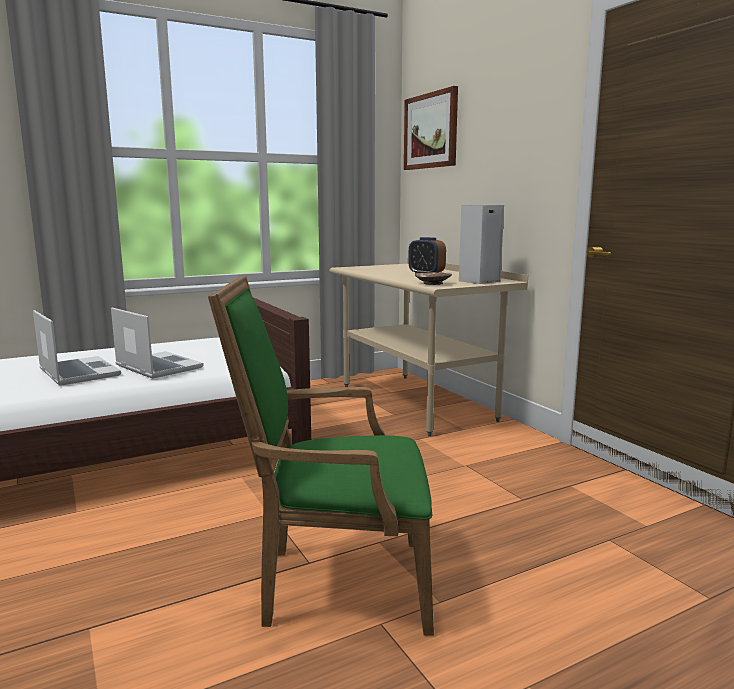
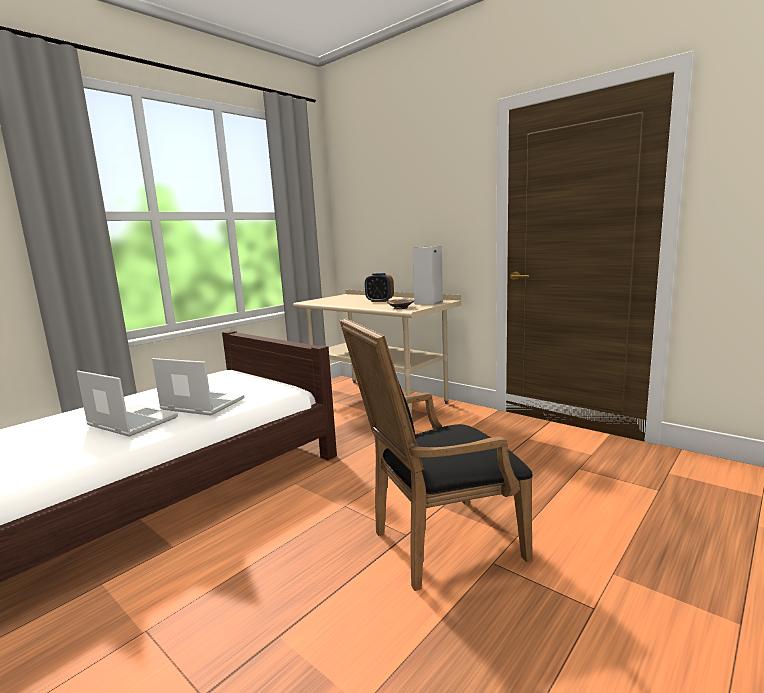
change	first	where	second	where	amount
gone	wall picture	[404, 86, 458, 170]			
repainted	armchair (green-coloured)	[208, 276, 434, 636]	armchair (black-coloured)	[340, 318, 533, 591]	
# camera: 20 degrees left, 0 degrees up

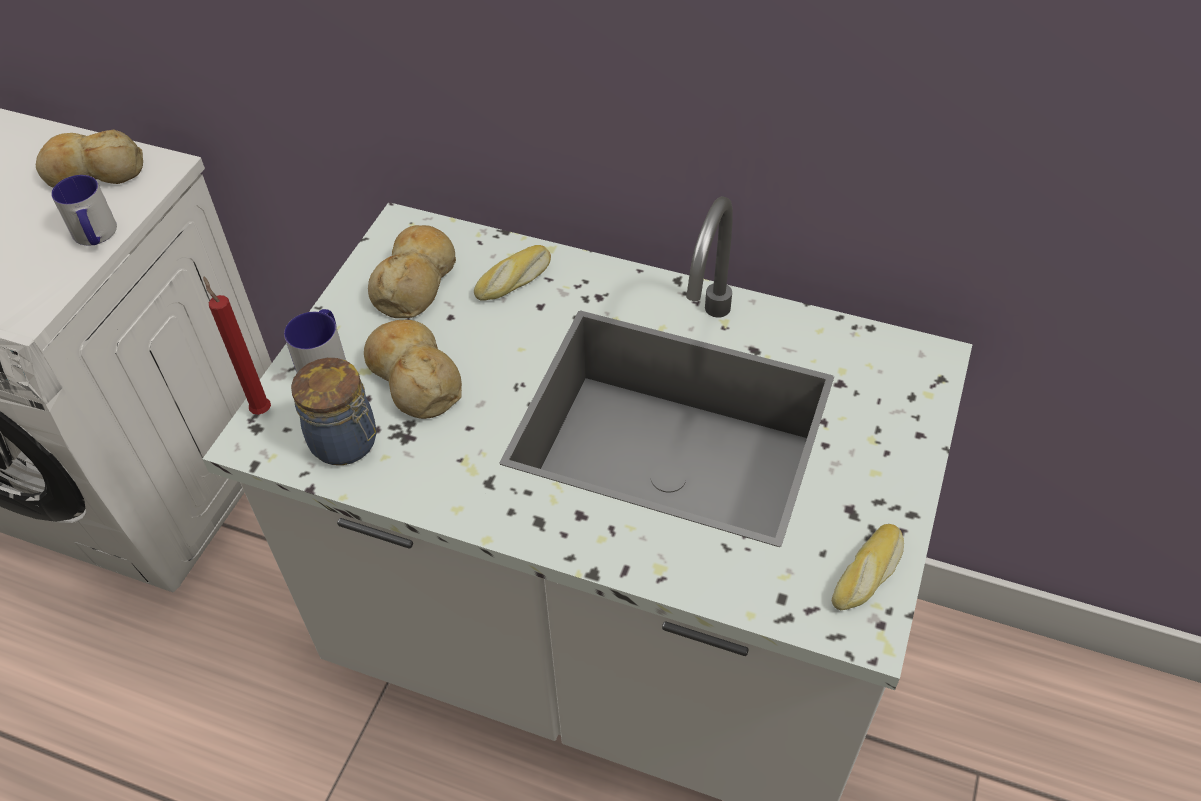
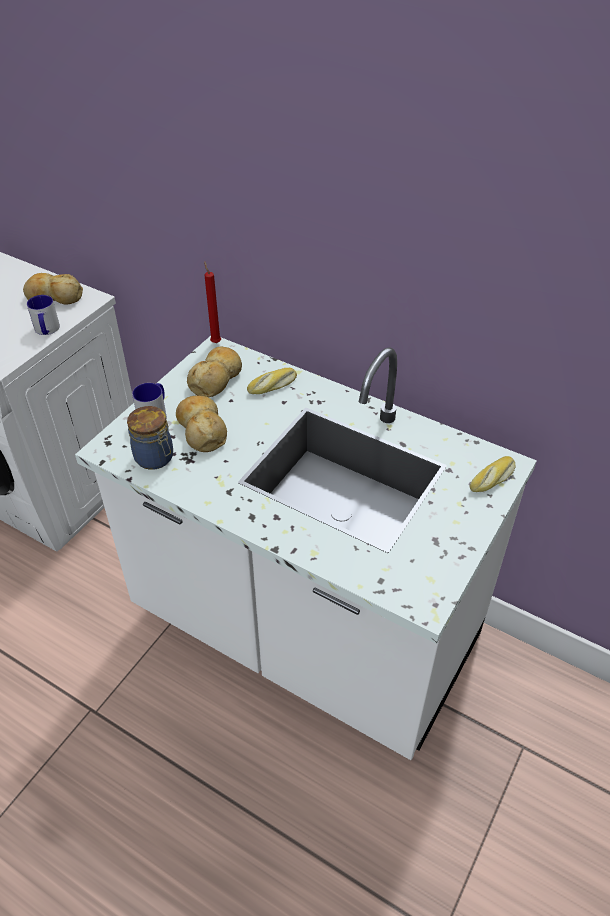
change	first	where	second	where	amount
shifted	wax light (reddish)	[203, 276, 271, 415]		[204, 261, 221, 343]	
shifted	bread	[832, 524, 904, 611]		[469, 456, 515, 492]	
# camera: 10 degrees right, 5 degrees down

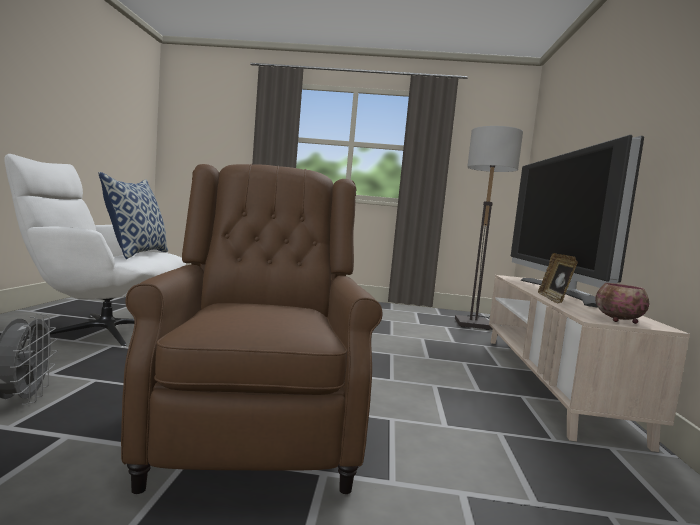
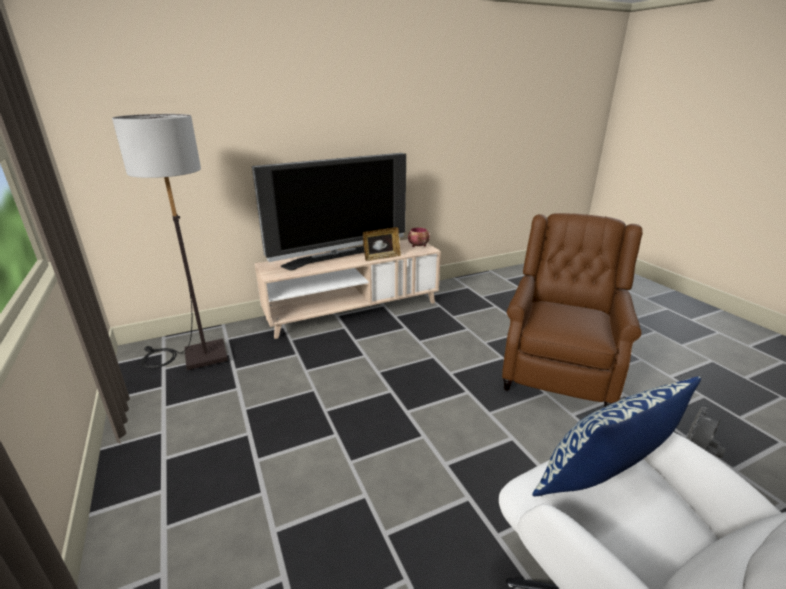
change	first	where	second	where	amount
rotated	armchair (brown-coloured)	[121, 164, 382, 494]		[502, 213, 643, 407]	150 degrees clockwise
# camera: 120 degrees left, 20 degrees up

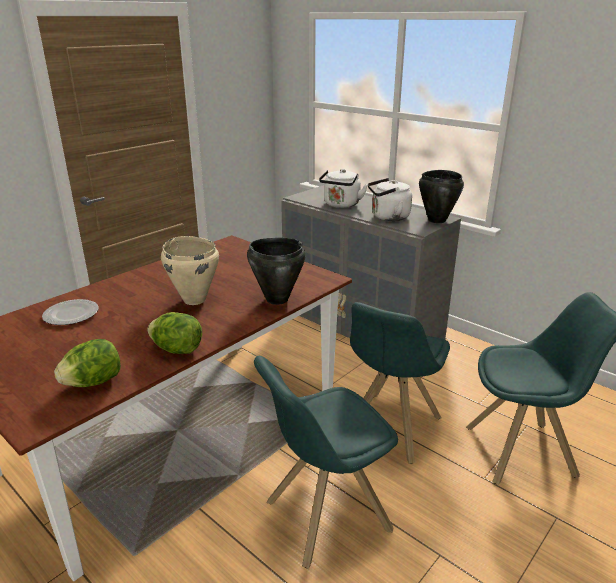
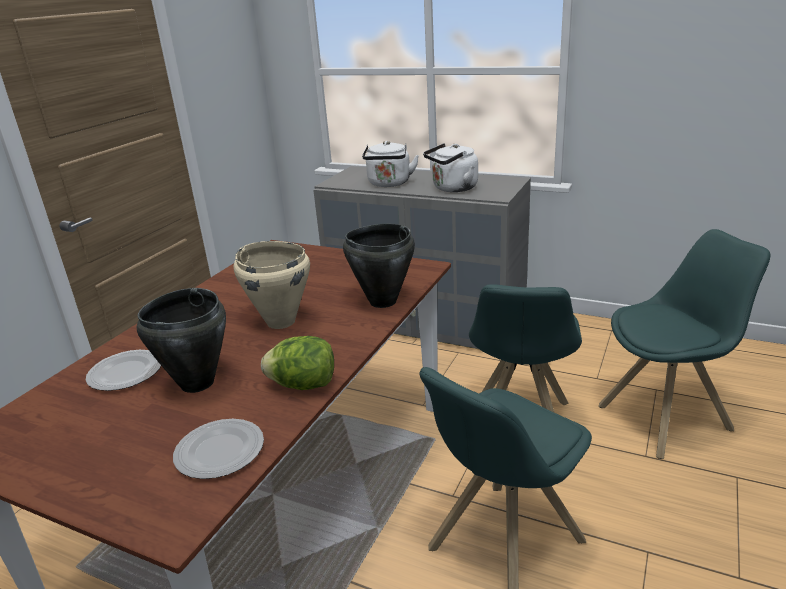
change	first	where	second	where	amount
shifted	stockpot (black-coloured)	[419, 170, 464, 223]		[137, 288, 226, 393]	
swapped	head of lettuce	[54, 339, 121, 387]	plate	[173, 419, 264, 479]	
# camera: 15 degrees left, 0 degrees up

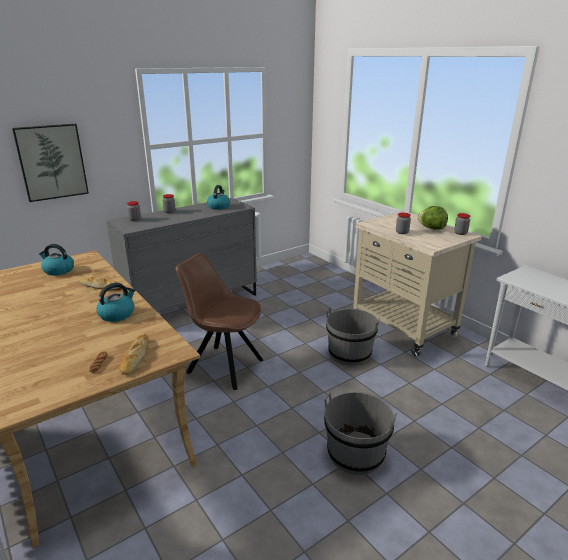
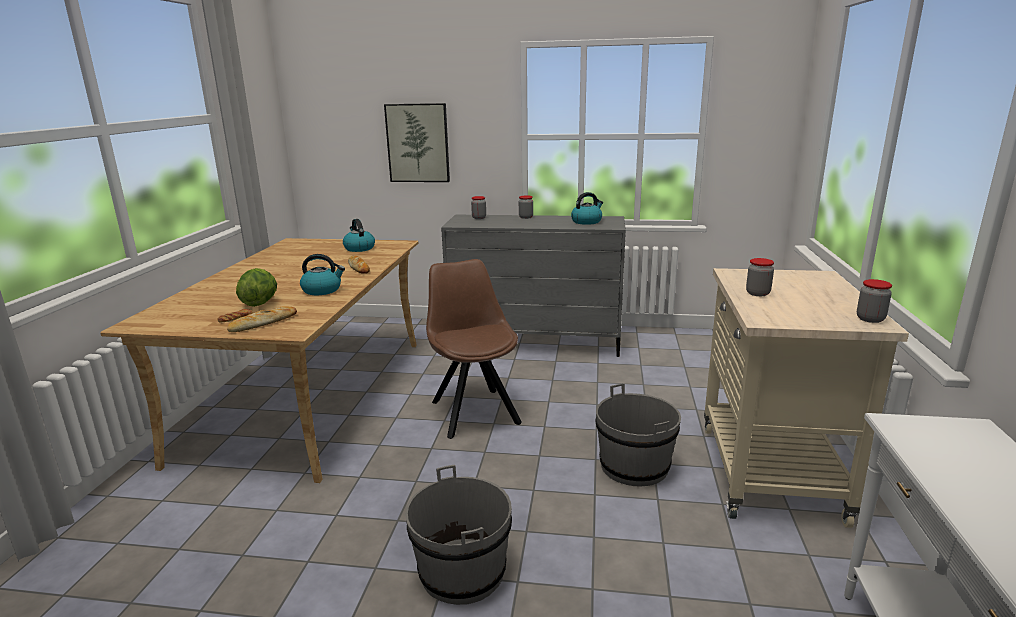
change	first	where	second	where	amount
shifted	head of lettuce	[417, 206, 448, 230]		[236, 268, 277, 307]	
# camera: 45 degrees right, 5 degrees down

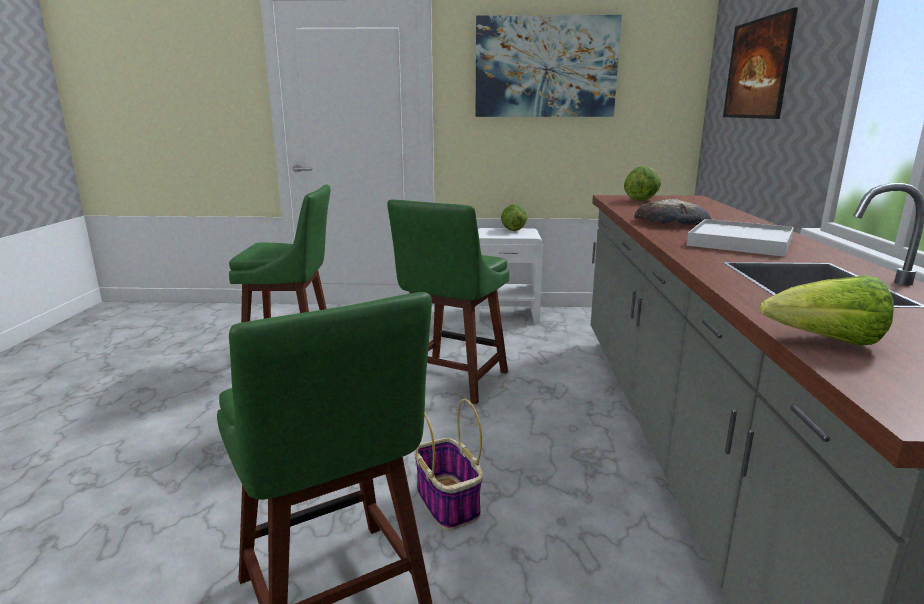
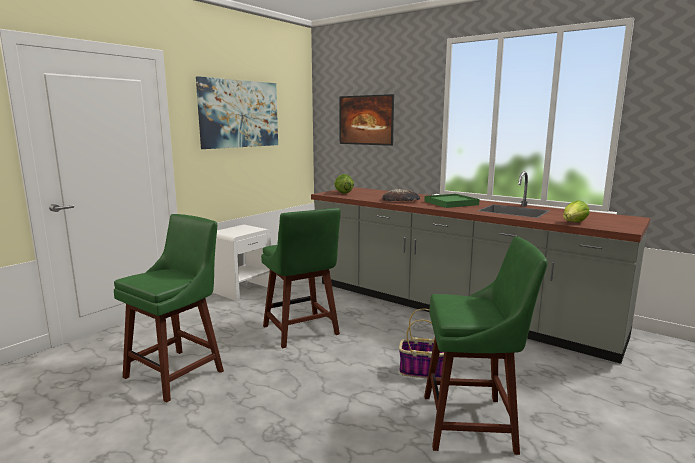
change	first	where	second	where	amount
gone	head of lettuce	[501, 204, 527, 231]			
repainted	serving tray (whitish)	[687, 219, 794, 257]	serving tray (green-coloured)	[424, 194, 479, 208]	
# camera: 55 degrees left, 5 degrees down

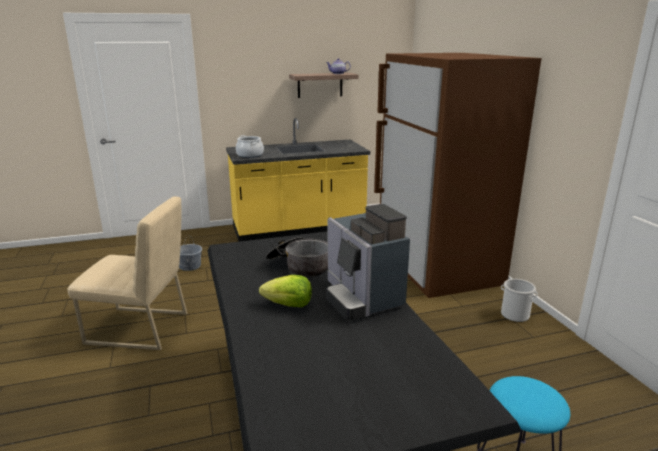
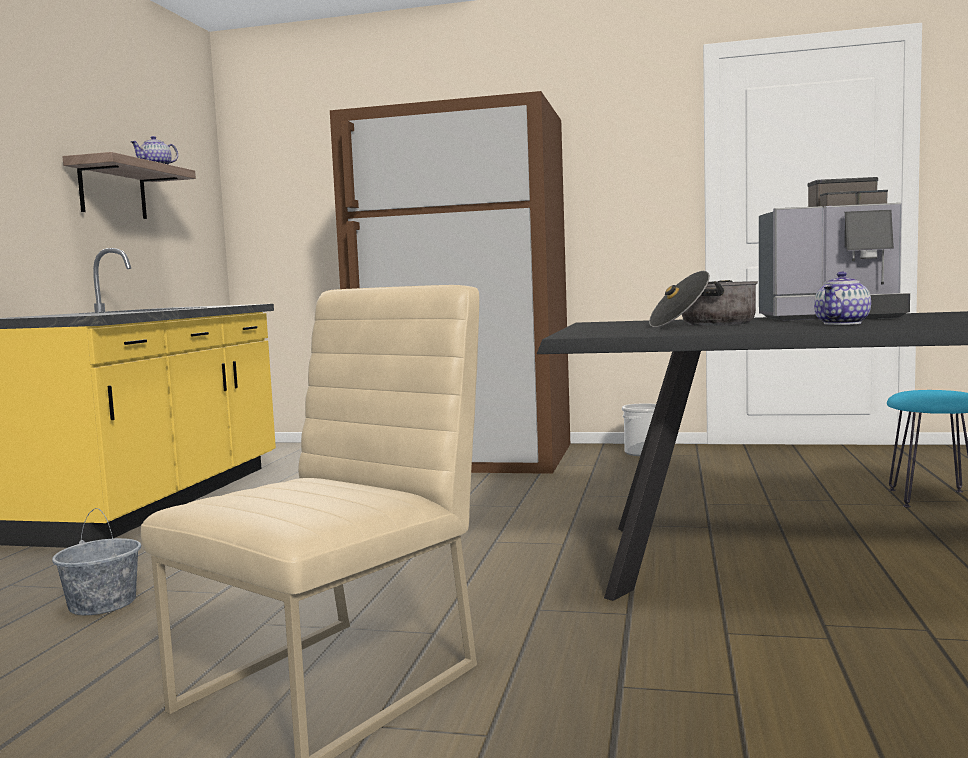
change	first	where	second	where	amount
gone	stockpot	[236, 135, 264, 158]			
swapped	head of lettuce	[259, 275, 312, 307]	teapot	[814, 272, 871, 325]	
# camera: 60 degrees left, 15 degrees down

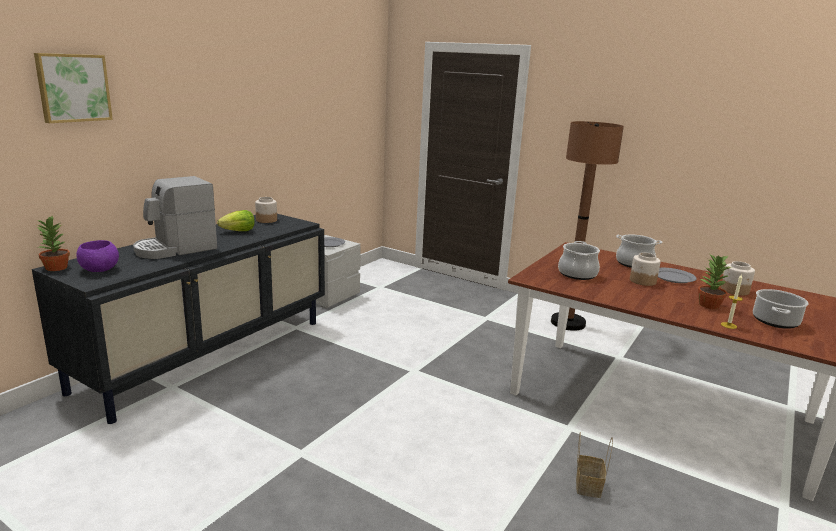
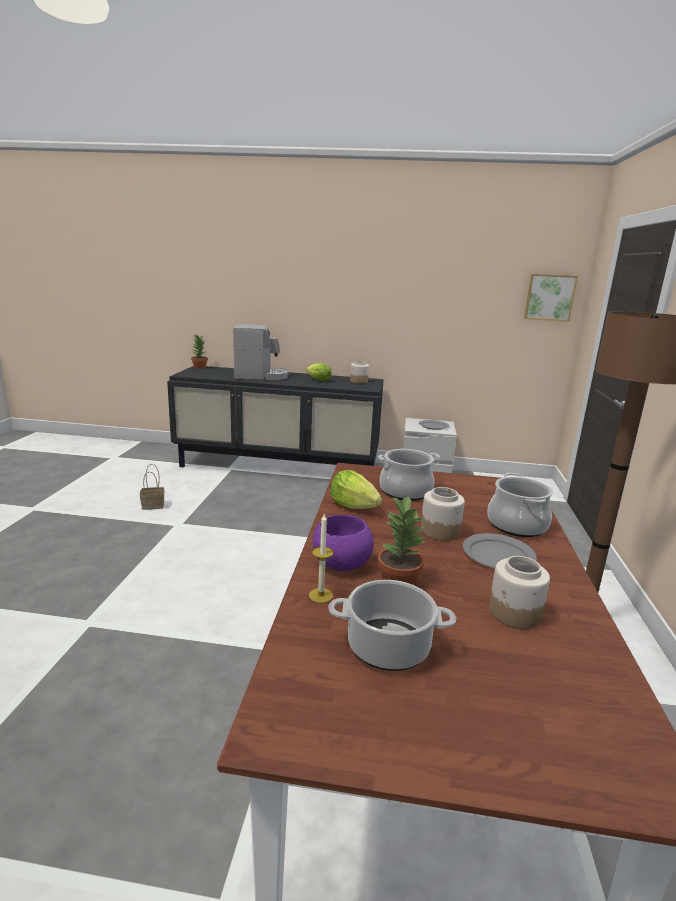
change	first	where	second	where	amount
new			head of lettuce	[330, 470, 382, 509]	
shifted	wall picture	[34, 53, 113, 123]		[524, 274, 578, 321]	
shifted	deep dish (purplish)	[77, 240, 119, 272]		[313, 515, 374, 571]	
shifted	basket	[576, 432, 613, 498]		[140, 464, 164, 510]	
rotated	coffee brewer	[133, 176, 217, 259]		[233, 324, 289, 380]	150 degrees clockwise
# camera: 65 degrees right, 0 degrees up

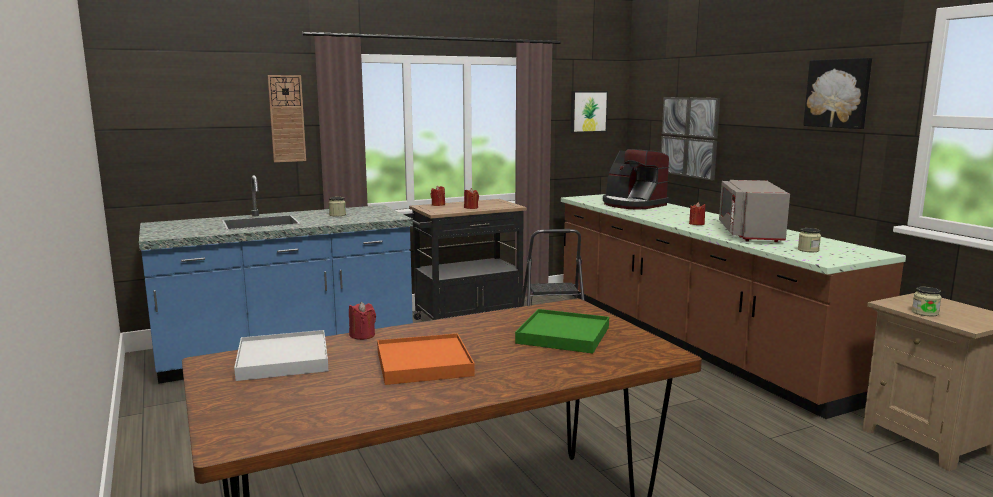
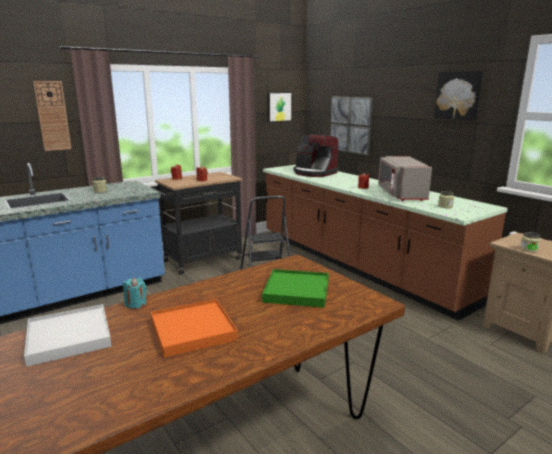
change	first	where	second	where	amount
repainted	wax light (reddish)	[349, 302, 376, 340]	wax light (blue-green)	[123, 278, 147, 309]	
# camera: 10 degrees left, 5 degrees up

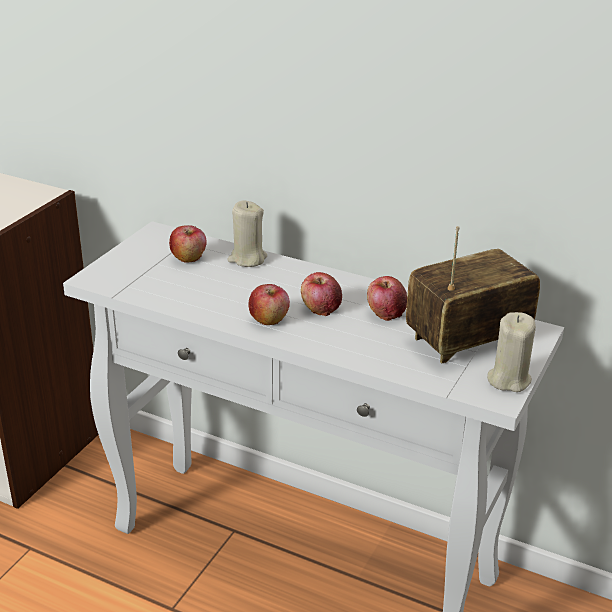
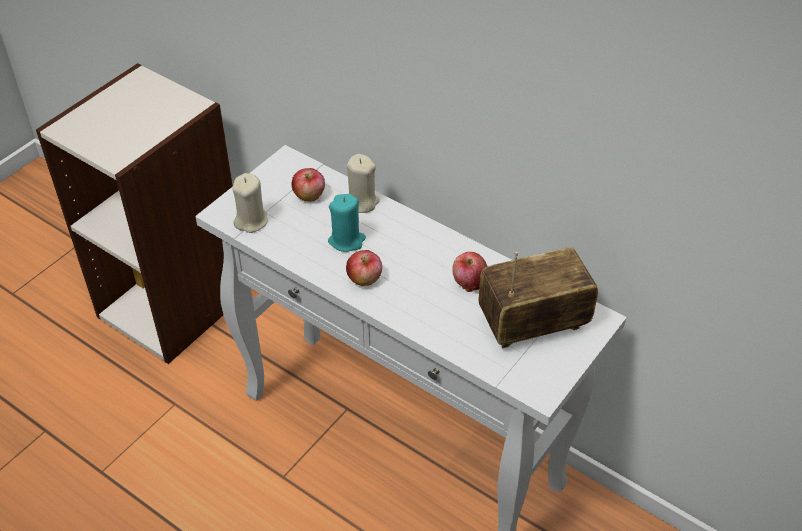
change	first	where	second	where	amount
gone	apple	[301, 272, 342, 316]			
new			wax light (blue-green)	[328, 194, 366, 252]	
shifted	wax light (beige-coloured)	[487, 312, 536, 392]		[233, 173, 268, 233]	
# camera: 10 degrees right, 15 degrees up

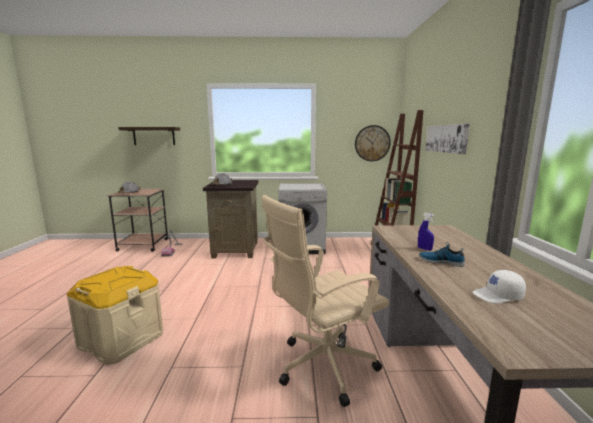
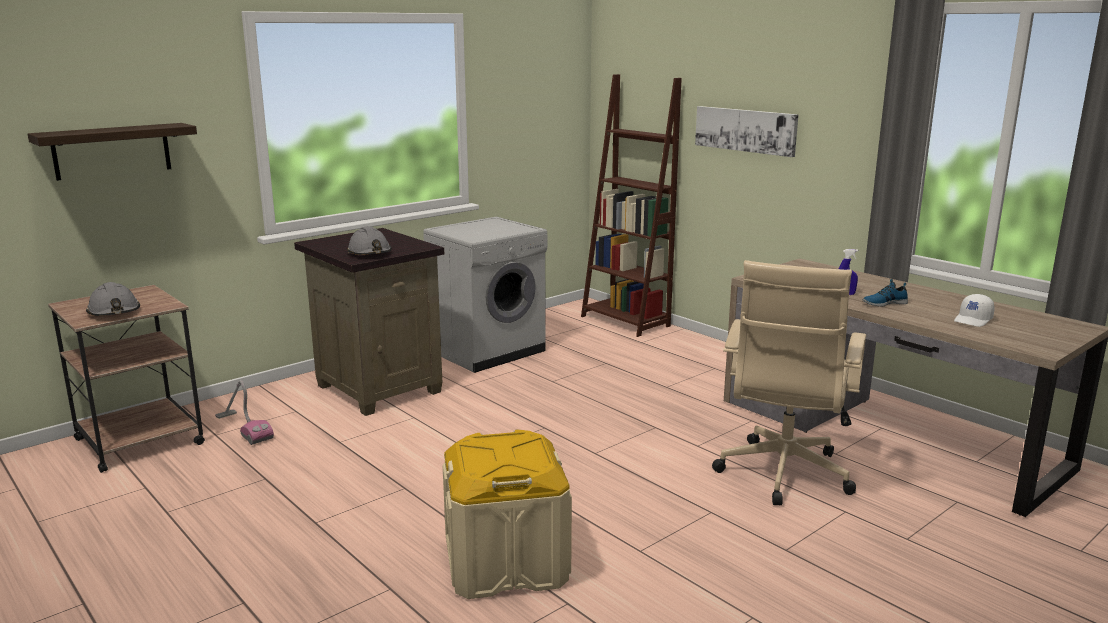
change	first	where	second	where	amount
gone	wall clock	[355, 125, 391, 161]			
# camera: 40 degrees left, 5 degrees up

